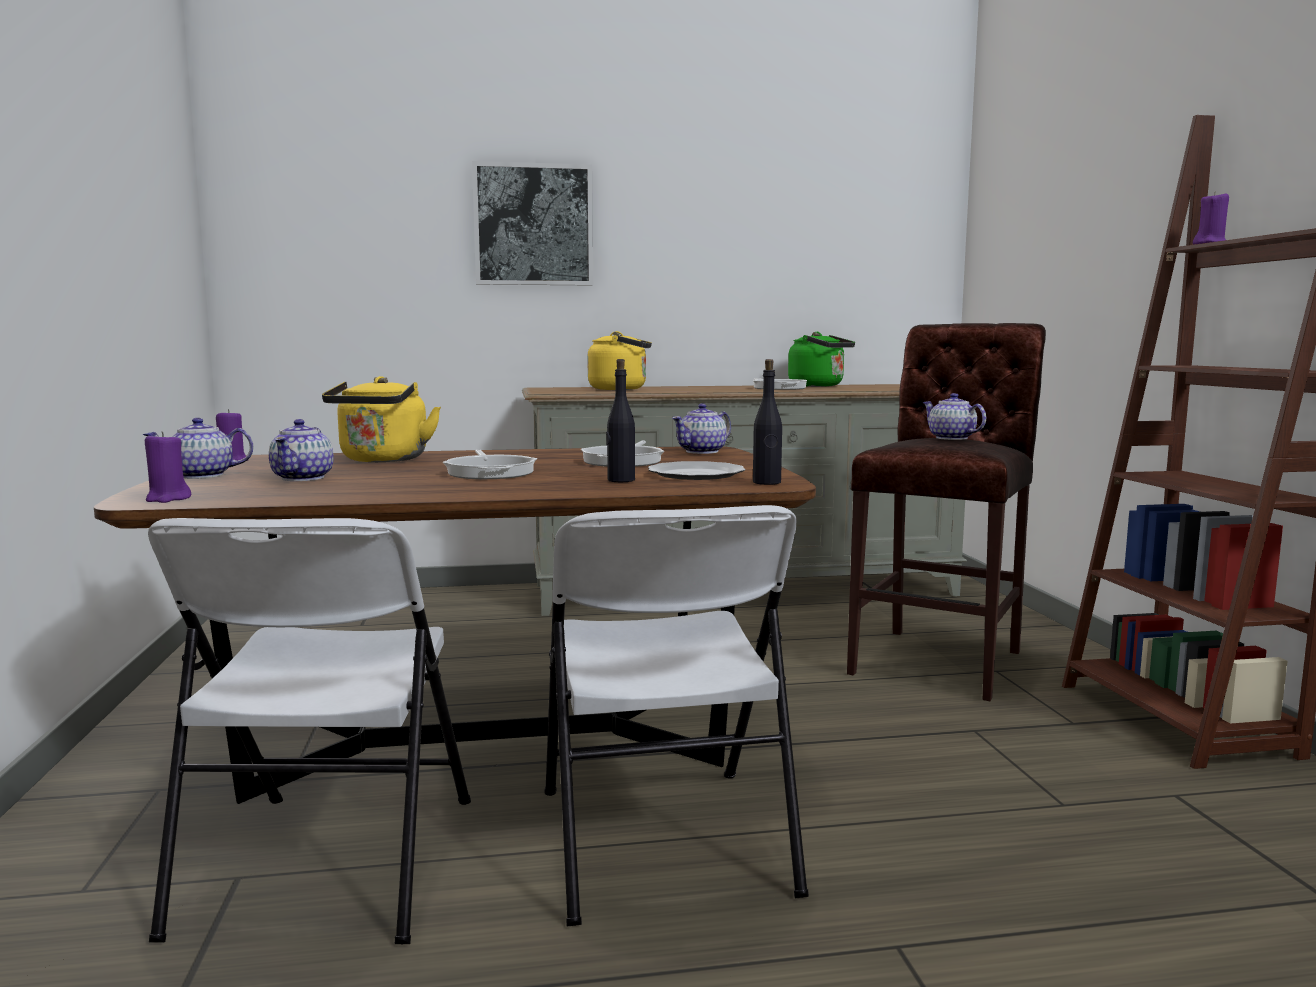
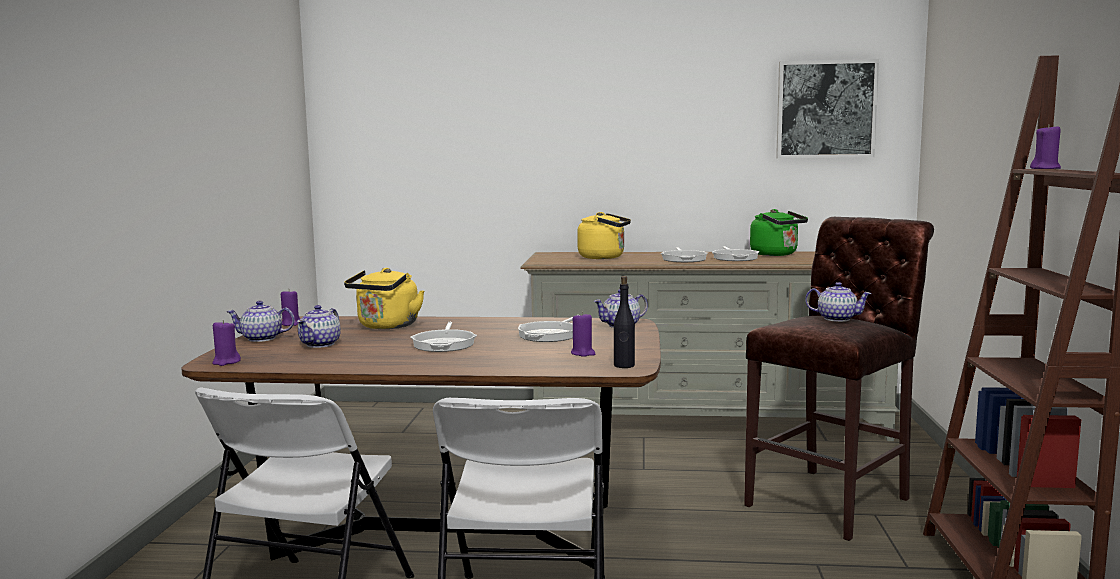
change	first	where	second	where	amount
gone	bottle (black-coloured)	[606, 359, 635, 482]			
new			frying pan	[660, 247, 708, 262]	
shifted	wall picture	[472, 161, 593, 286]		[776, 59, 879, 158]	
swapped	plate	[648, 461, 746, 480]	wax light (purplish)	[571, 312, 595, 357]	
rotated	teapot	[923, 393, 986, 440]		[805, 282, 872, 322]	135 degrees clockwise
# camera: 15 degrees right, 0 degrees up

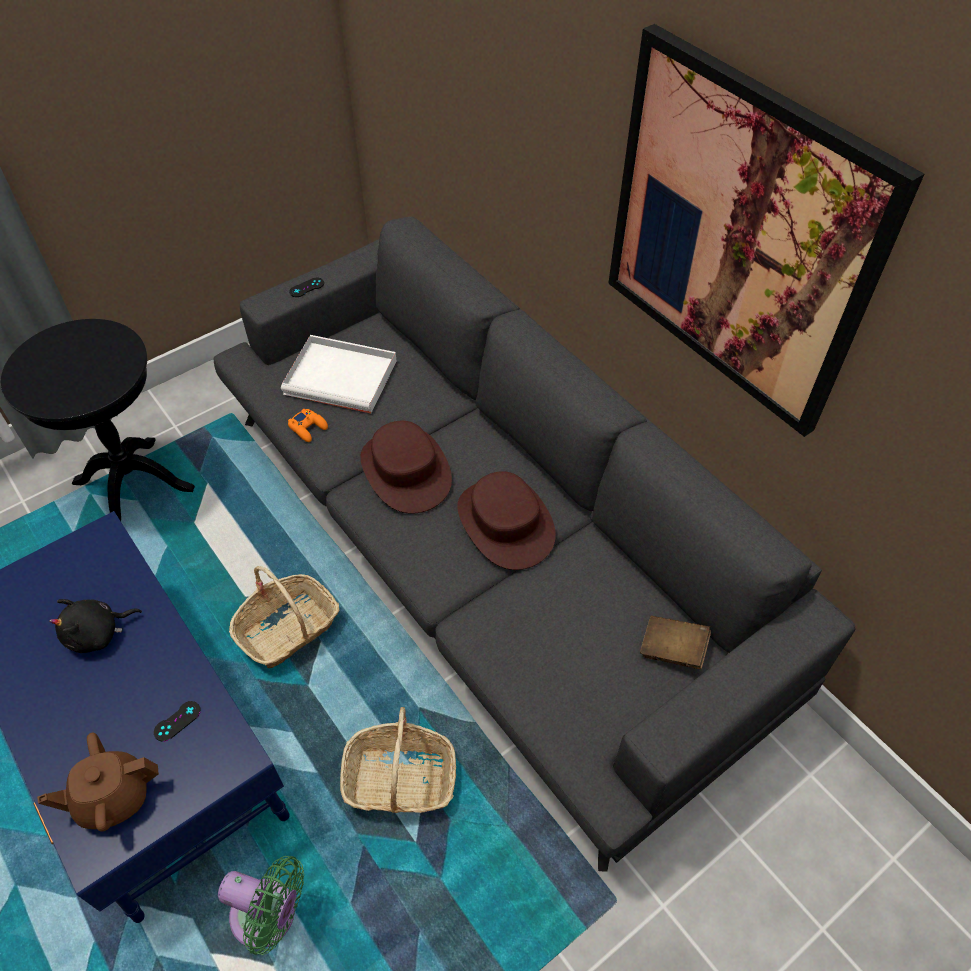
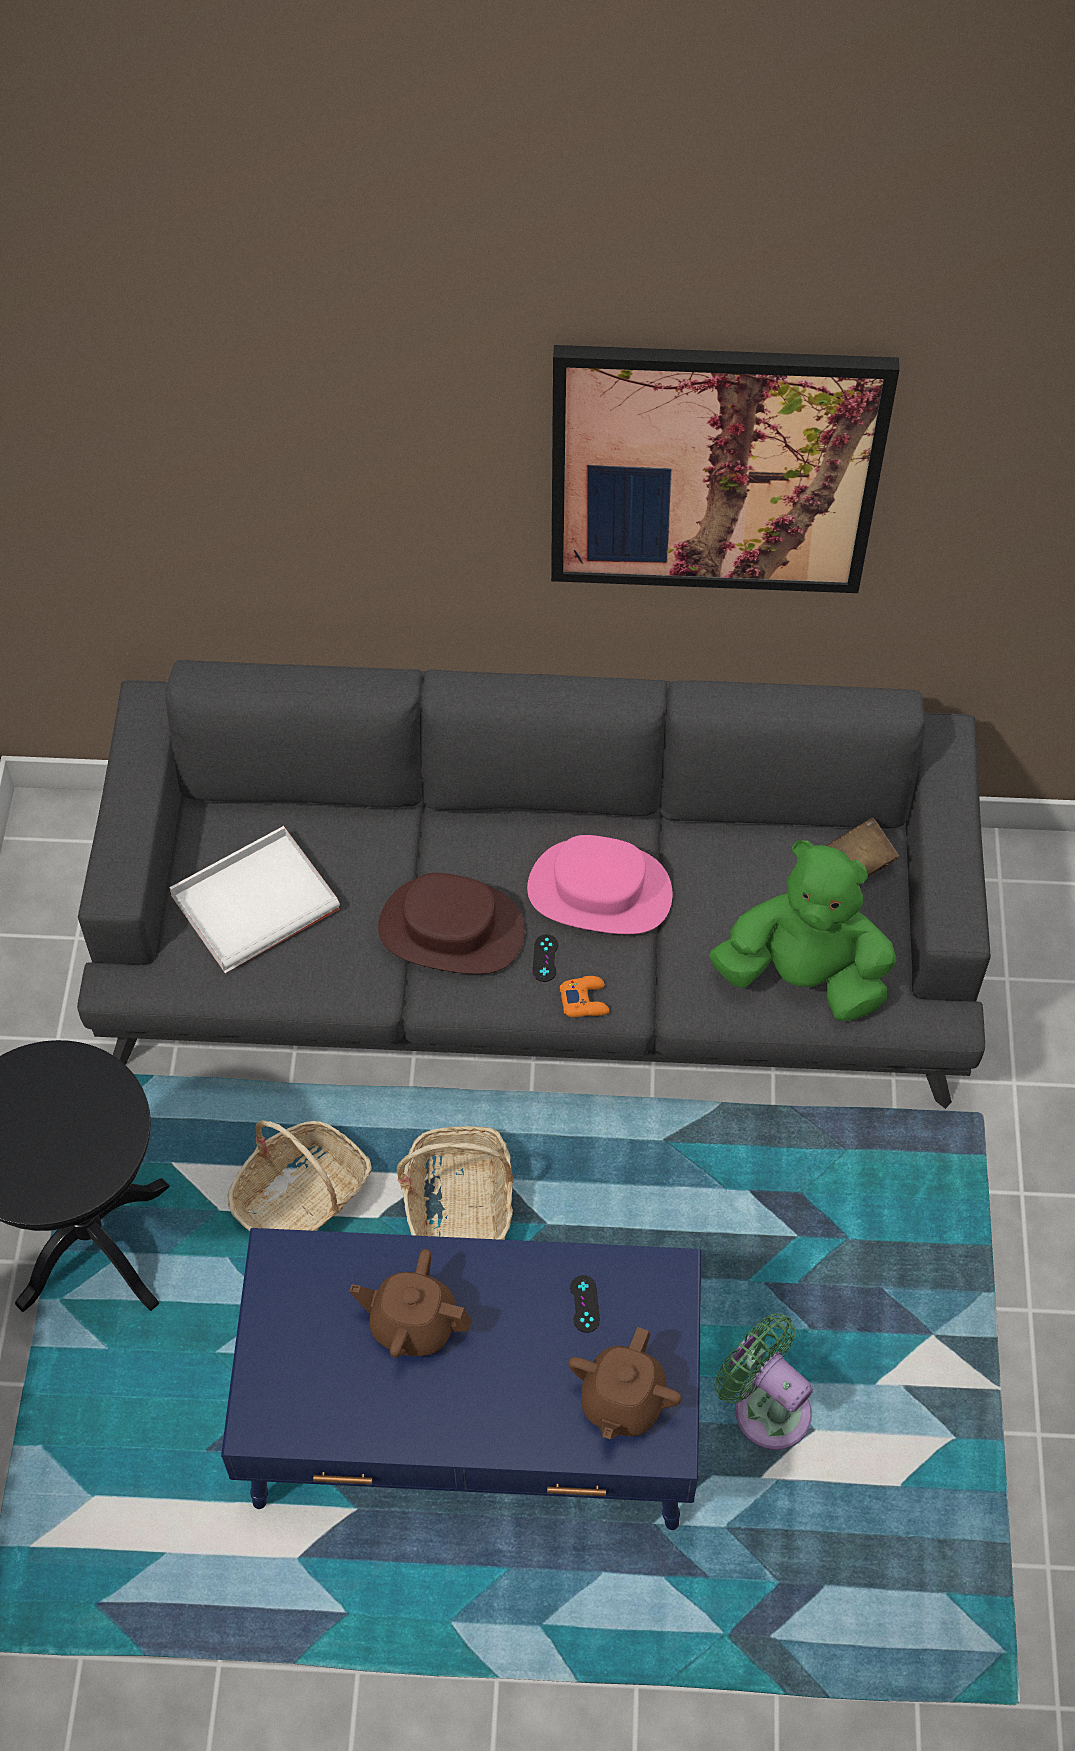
change	first	where	second	where	amount
new			cuddly toy (green-coloured)	[709, 841, 897, 1021]	
shifted	gamepad (orange)	[288, 409, 328, 442]		[560, 976, 609, 1017]	
shifted	gamepad (black-coloured)	[289, 278, 324, 297]		[532, 934, 558, 982]	
shifted	basket	[340, 707, 456, 813]		[227, 1120, 372, 1231]	
swapped	cuddly toy (black-coloured)	[49, 599, 142, 653]	teapot (brown-coloured)	[350, 1249, 472, 1358]	
repainted	hat (brown-coloured)	[457, 471, 556, 570]	hat (pink-coloured)	[527, 835, 672, 934]	
rotated	cooling fan (green-coloured)	[218, 856, 304, 955]		[714, 1313, 813, 1450]	105 degrees counterclockwise
# camera: 50 degrees left, 5 degrees up

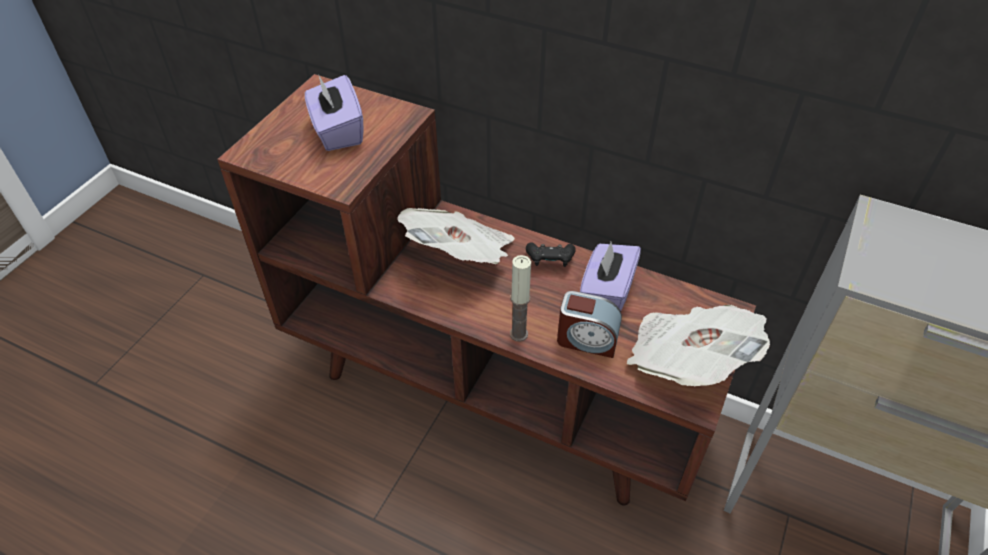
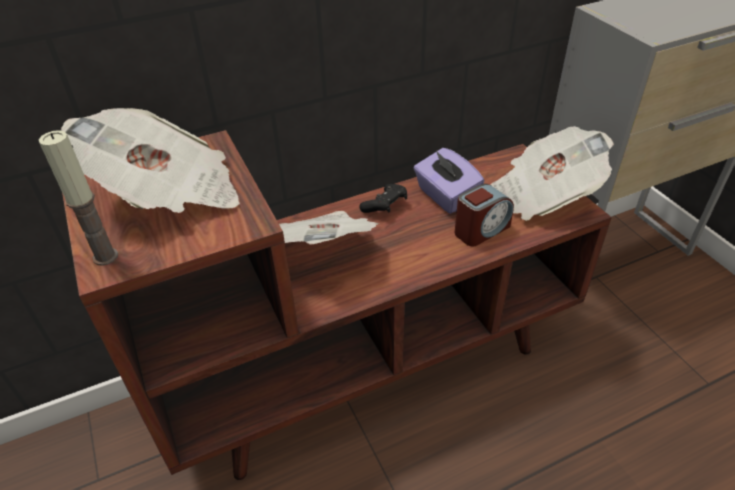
change	first	where	second	where	amount
shifted	wax light	[510, 255, 531, 342]		[39, 130, 118, 266]	
swapped	tissue holder (purplish)	[305, 75, 363, 151]	newspaper	[61, 108, 240, 213]	
# camera: 50 degrees left, 5 degrees down

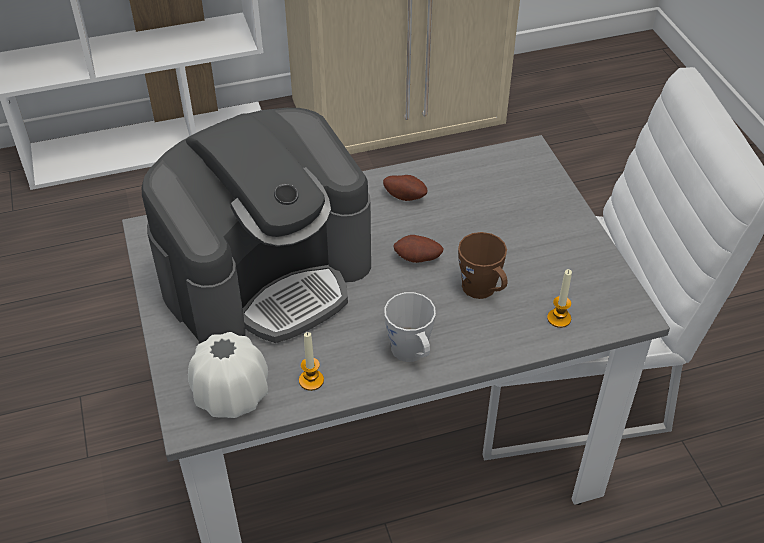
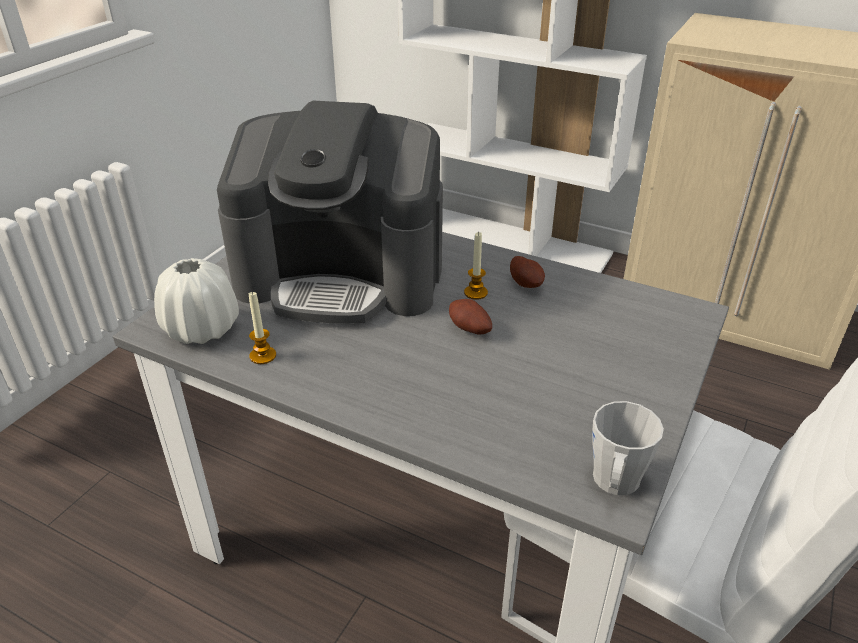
change	first	where	second	where	amount
gone	coffee mug (brown-coloured)	[458, 232, 507, 299]			
shifted	coffee mug (gray)	[384, 292, 436, 362]		[592, 401, 664, 495]	
shifted	wax light	[547, 269, 572, 328]		[464, 232, 488, 300]	
# camera: 45 degrees right, 10 degrees down

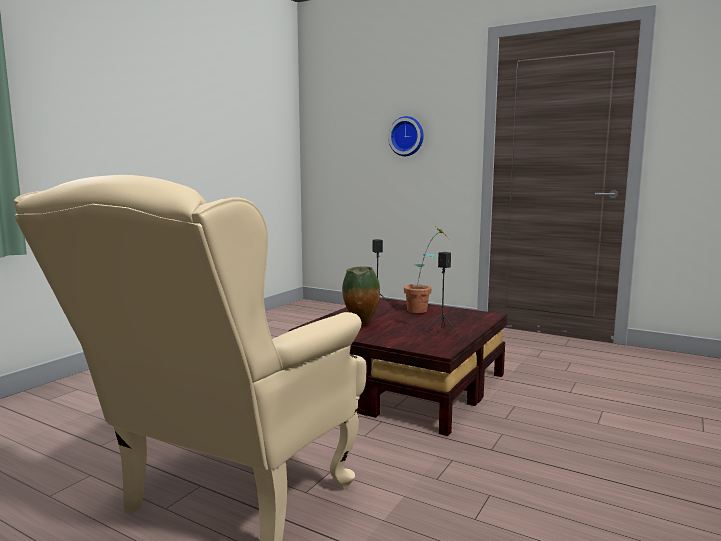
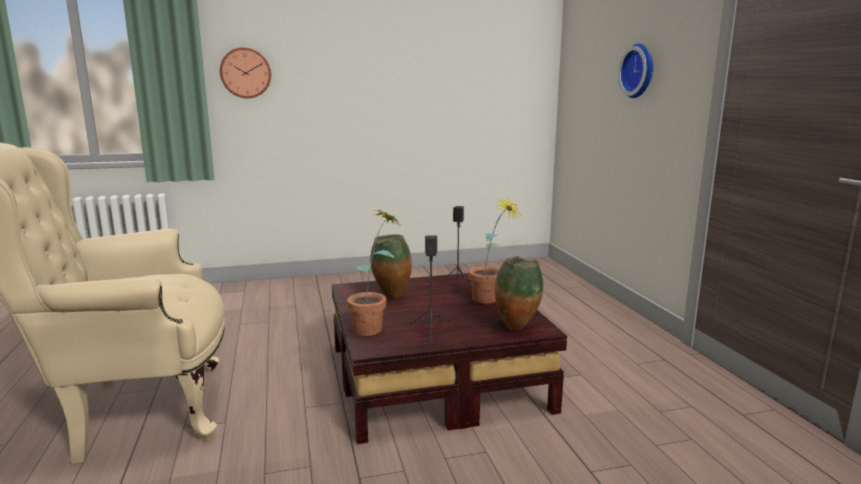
change	first	where	second	where	amount
new			wall clock	[220, 47, 271, 98]	
new			houseplant	[347, 210, 399, 336]	
new			flower vase	[495, 256, 544, 331]	
# camera: 45 degrees right, 5 degrees up

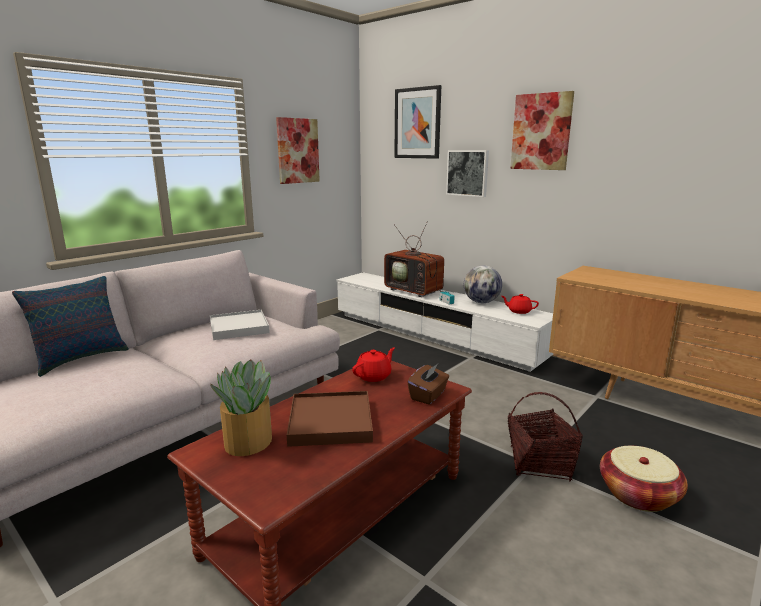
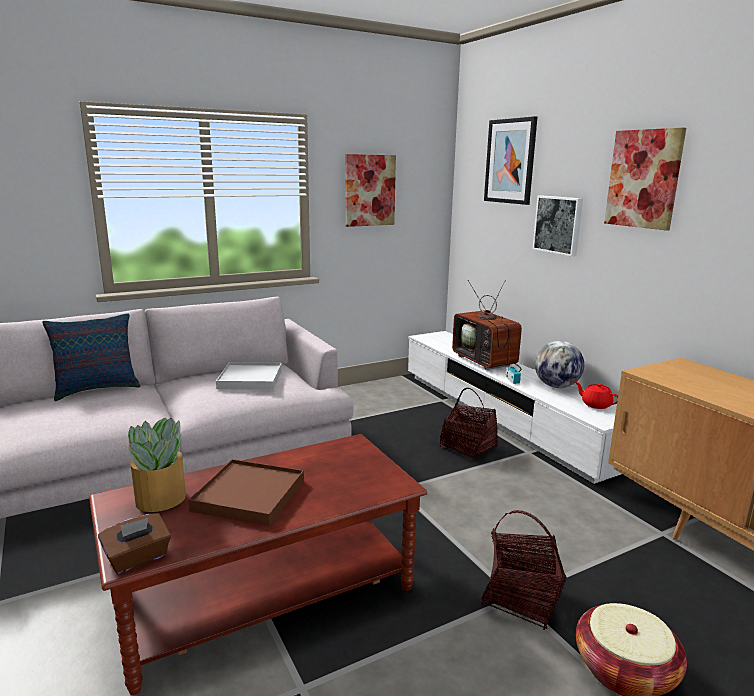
change	first	where	second	where	amount
gone	teapot (reddish)	[352, 347, 395, 382]			
new			basket	[440, 388, 498, 461]	
shifted	tissue holder (brown-coloured)	[408, 364, 449, 405]		[98, 513, 171, 574]	
# camera: 20 degrees right, 0 degrees up

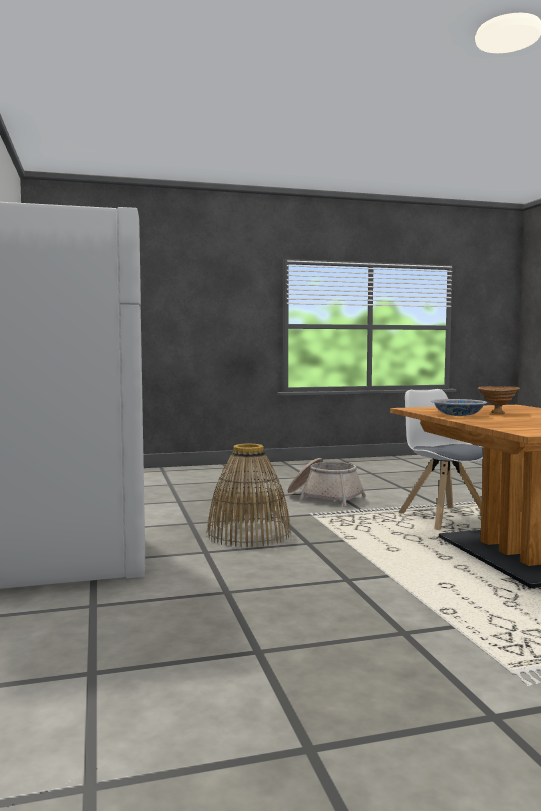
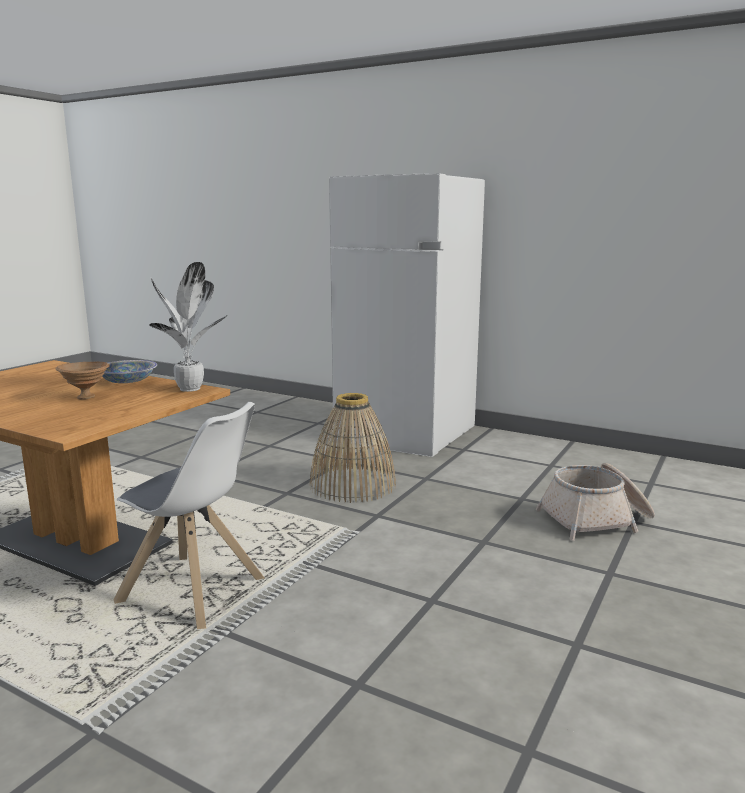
change	first	where	second	where	amount
new			houseplant	[149, 262, 228, 392]	
shifted	basket	[288, 458, 366, 507]		[536, 463, 655, 541]	
# camera: 135 degrees right, 10 degrees up

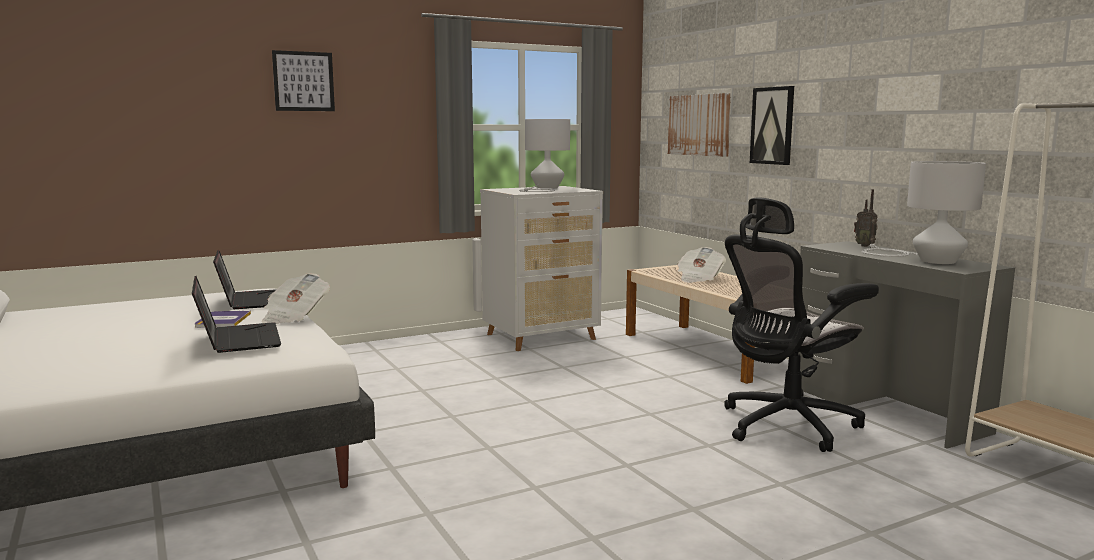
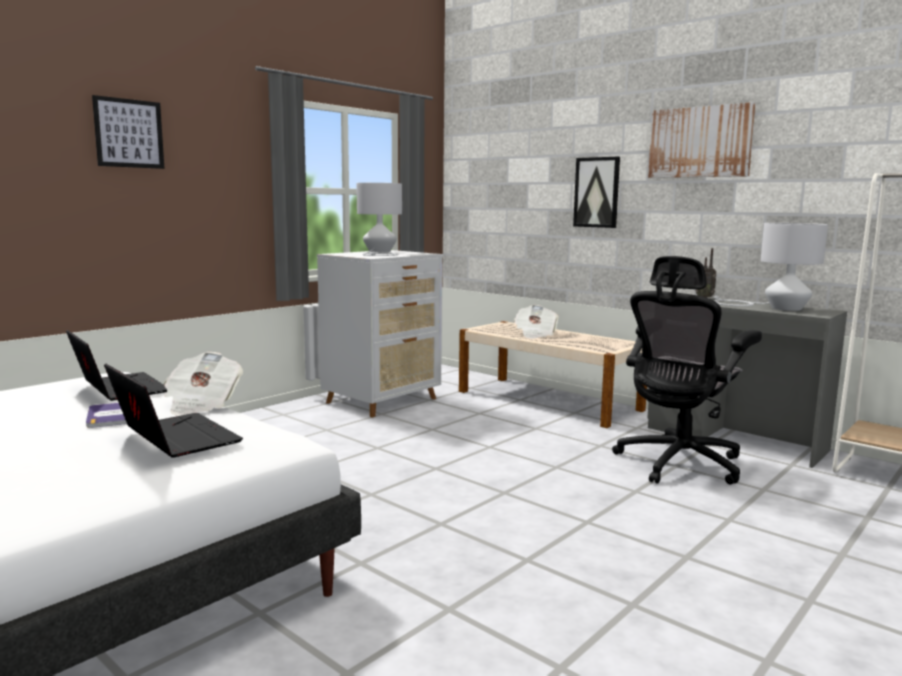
change	first	where	second	where	amount
shifted	wall picture	[668, 93, 731, 157]		[648, 102, 756, 178]	
# camera: 20 degrees left, 0 degrees up

